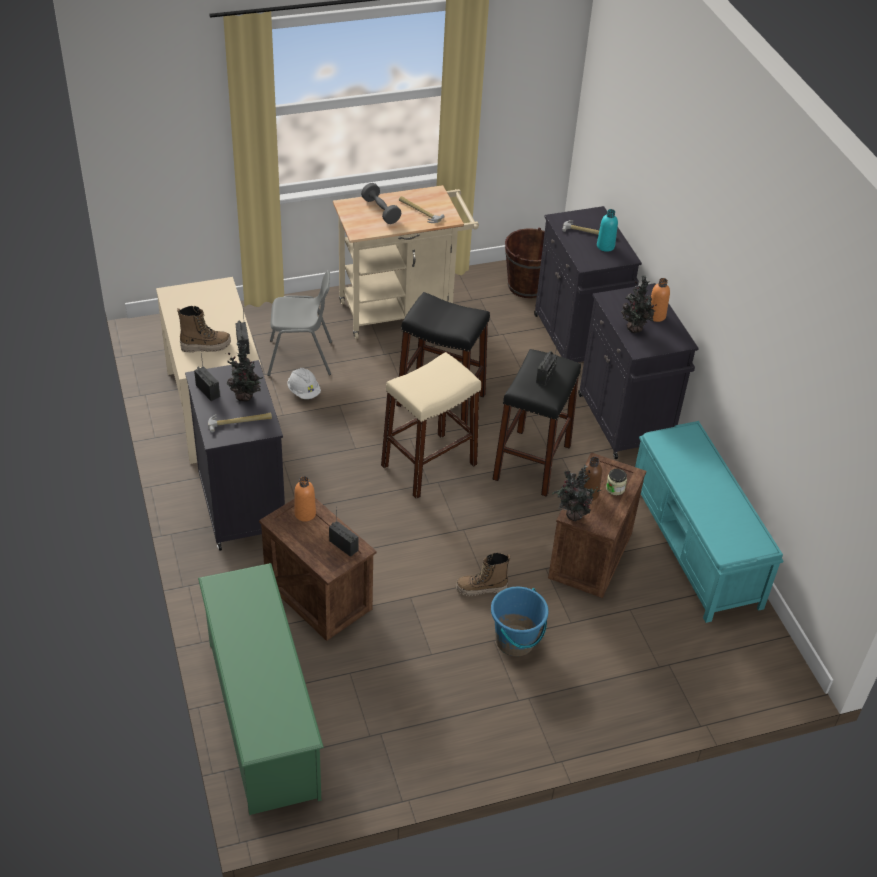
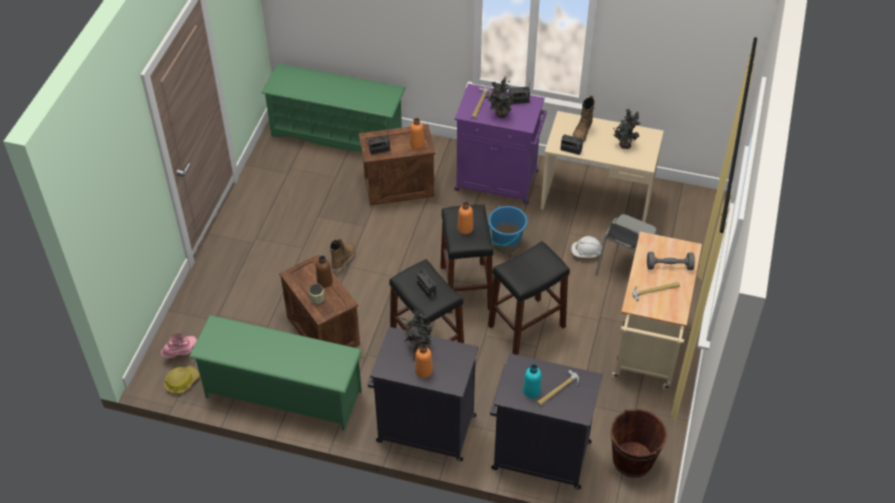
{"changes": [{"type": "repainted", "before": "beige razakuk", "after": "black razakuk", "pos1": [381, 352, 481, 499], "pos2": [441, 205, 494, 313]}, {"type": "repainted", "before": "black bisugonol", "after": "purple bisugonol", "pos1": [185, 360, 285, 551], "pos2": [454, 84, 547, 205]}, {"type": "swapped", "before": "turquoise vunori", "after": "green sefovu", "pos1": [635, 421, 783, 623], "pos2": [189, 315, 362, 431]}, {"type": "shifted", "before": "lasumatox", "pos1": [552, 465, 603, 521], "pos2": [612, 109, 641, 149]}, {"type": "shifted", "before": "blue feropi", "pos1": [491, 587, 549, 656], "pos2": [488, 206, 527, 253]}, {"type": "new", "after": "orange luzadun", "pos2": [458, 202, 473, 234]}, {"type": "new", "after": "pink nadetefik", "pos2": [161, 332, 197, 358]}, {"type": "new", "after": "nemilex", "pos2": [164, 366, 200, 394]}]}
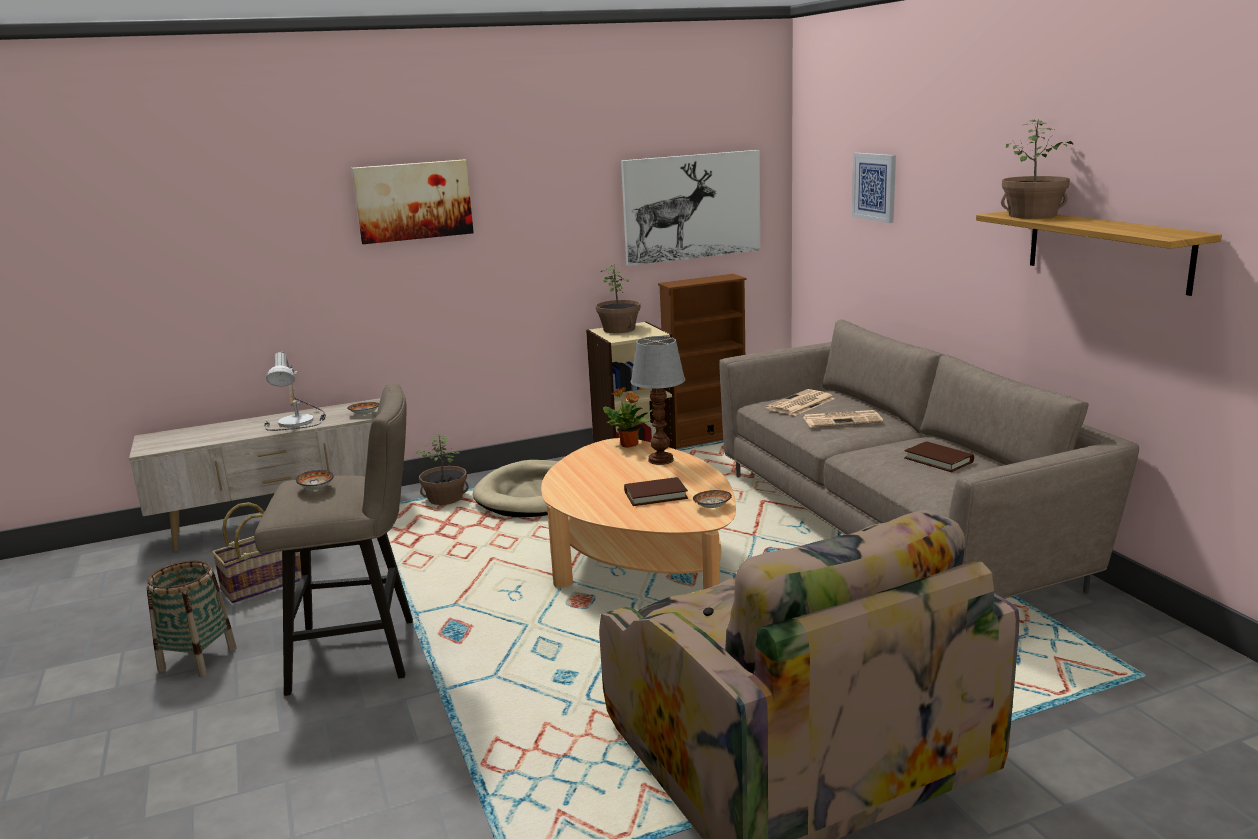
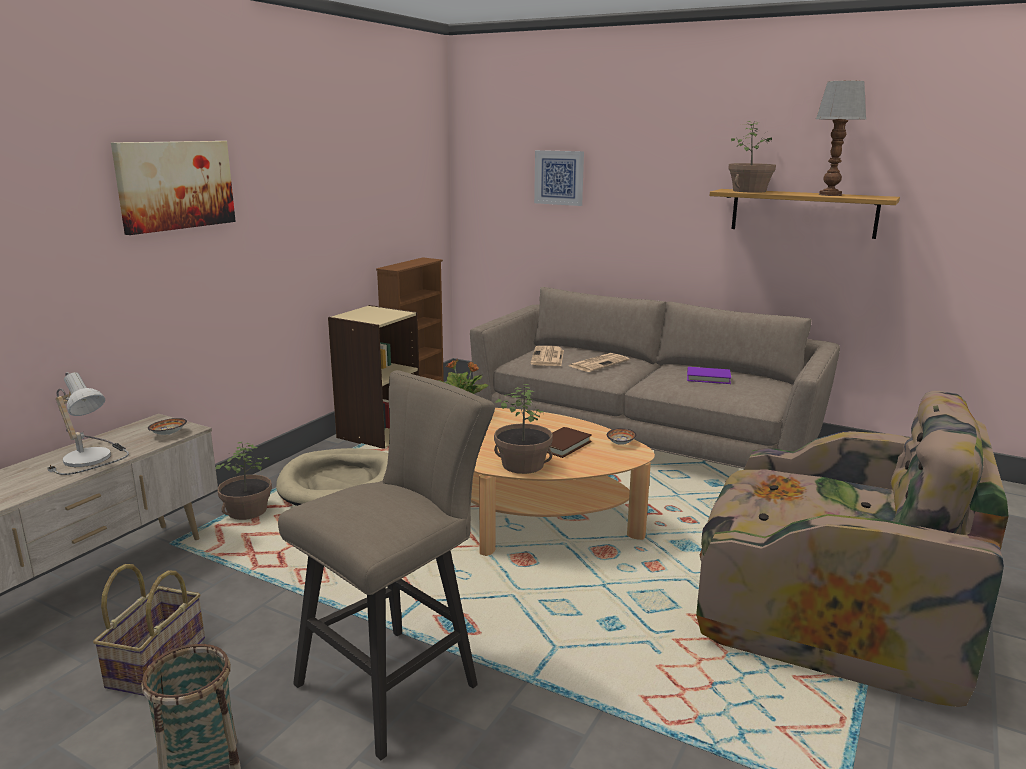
{"changes": [{"type": "gone", "before": "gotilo", "pos1": [621, 150, 760, 266]}, {"type": "shifted", "before": "lasumatox", "pos1": [596, 264, 640, 333], "pos2": [494, 384, 553, 474]}, {"type": "shifted", "before": "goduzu", "pos1": [630, 336, 685, 465], "pos2": [816, 81, 866, 196]}, {"type": "repainted", "before": "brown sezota", "after": "purple sezota", "pos1": [904, 441, 974, 472], "pos2": [687, 367, 731, 384]}, {"type": "gone", "before": "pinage", "pos1": [296, 470, 334, 490]}]}
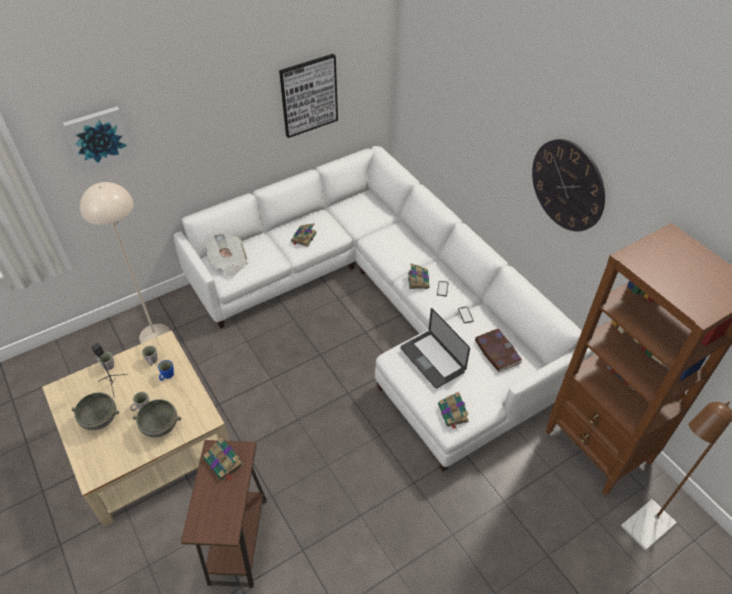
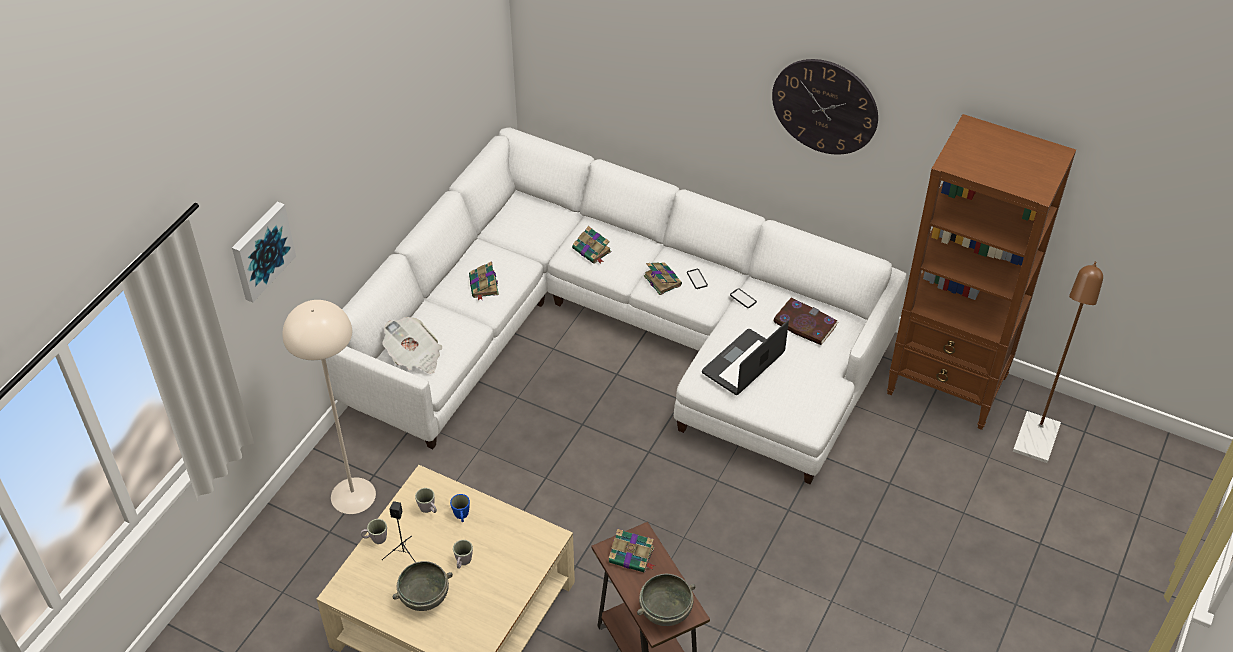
{"changes": [{"type": "gone", "before": "gotilo", "pos1": [279, 54, 338, 138]}, {"type": "rotated", "before": "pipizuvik", "pos1": [400, 308, 470, 388], "pos2": [702, 320, 789, 395], "turn": 105}, {"type": "shifted", "before": "sezota", "pos1": [438, 392, 469, 429], "pos2": [572, 226, 612, 264]}, {"type": "shifted", "before": "grey pinage", "pos1": [133, 399, 181, 437], "pos2": [637, 574, 696, 626]}]}
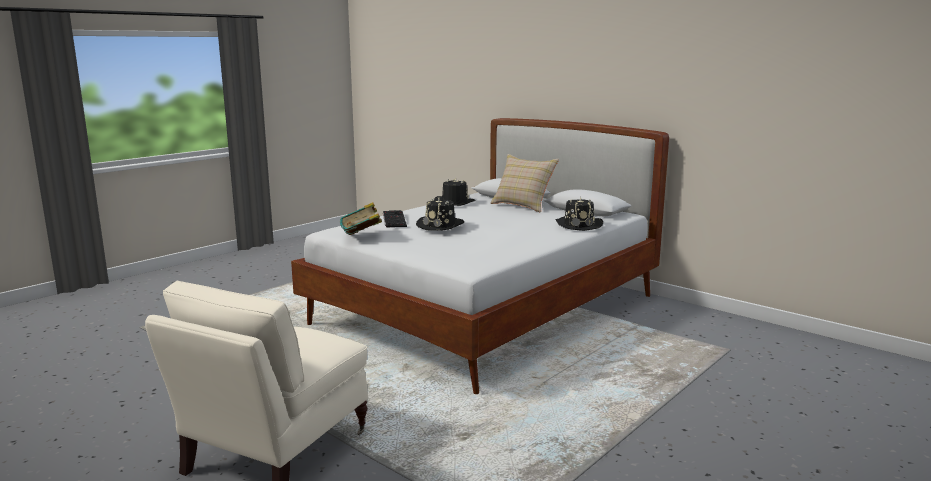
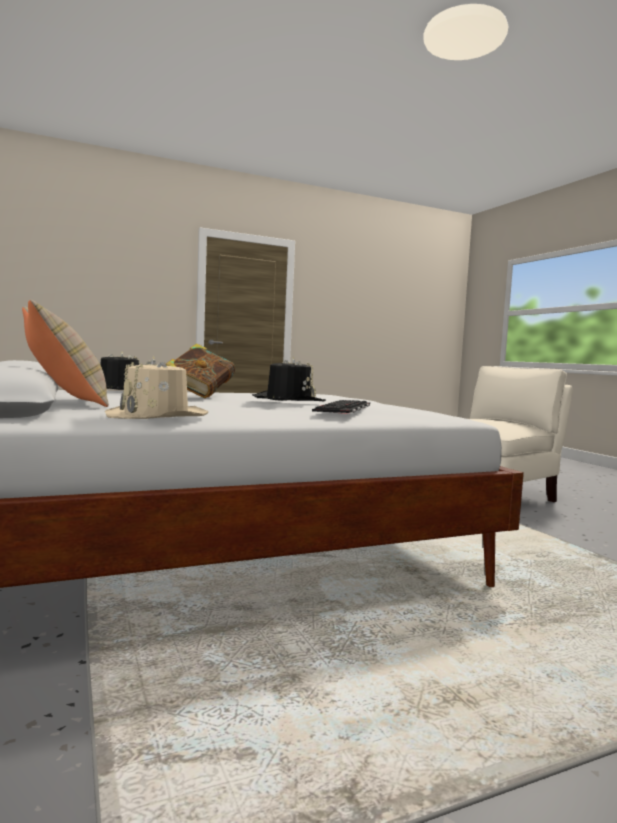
{"changes": [{"type": "repainted", "before": "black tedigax", "after": "beige tedigax", "pos1": [434, 178, 476, 206], "pos2": [105, 355, 208, 419]}, {"type": "shifted", "before": "sezota", "pos1": [340, 202, 382, 235], "pos2": [166, 343, 235, 398]}]}
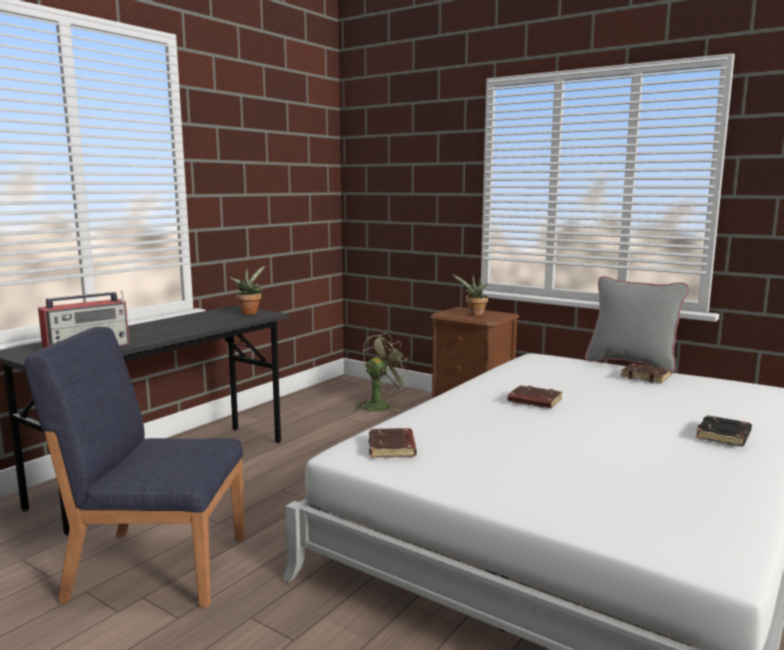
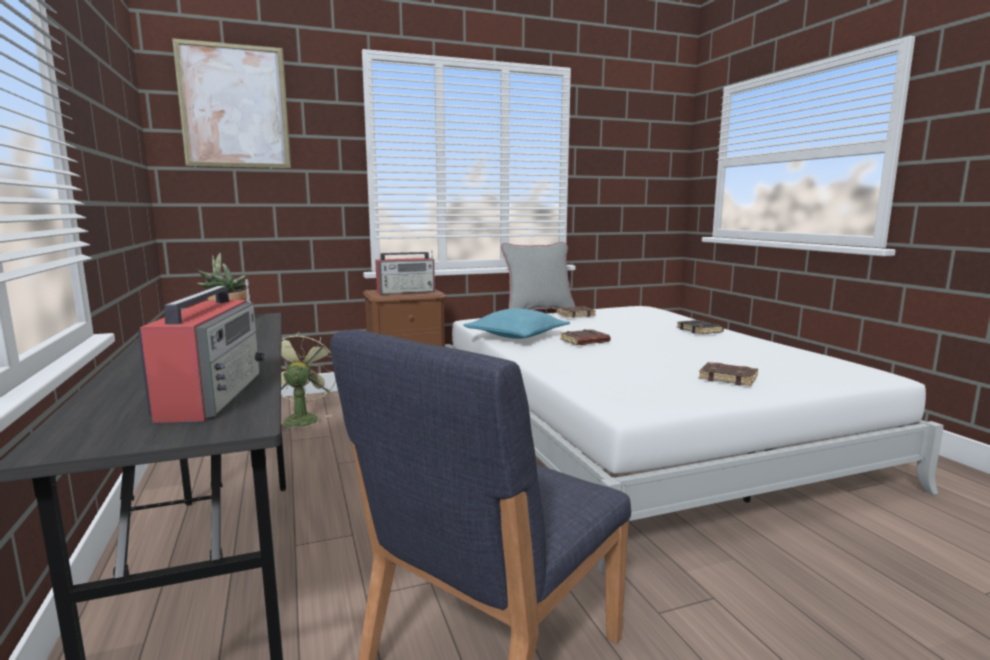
{"changes": [{"type": "swapped", "before": "lasumatox", "after": "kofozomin", "pos1": [452, 274, 488, 316], "pos2": [375, 250, 435, 295]}, {"type": "shifted", "before": "brown sezota", "pos1": [369, 428, 417, 458], "pos2": [699, 362, 758, 386]}, {"type": "new", "after": "gotilo", "pos2": [172, 38, 291, 168]}, {"type": "new", "after": "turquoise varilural", "pos2": [463, 308, 570, 339]}]}
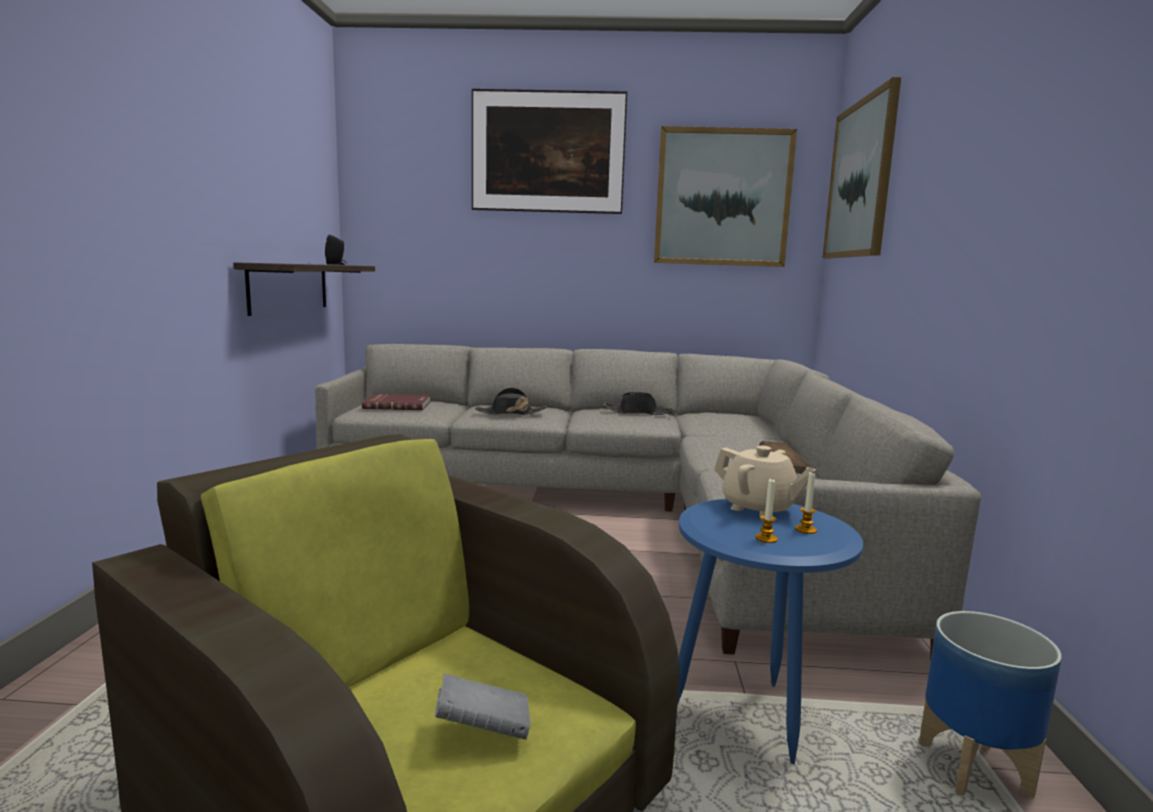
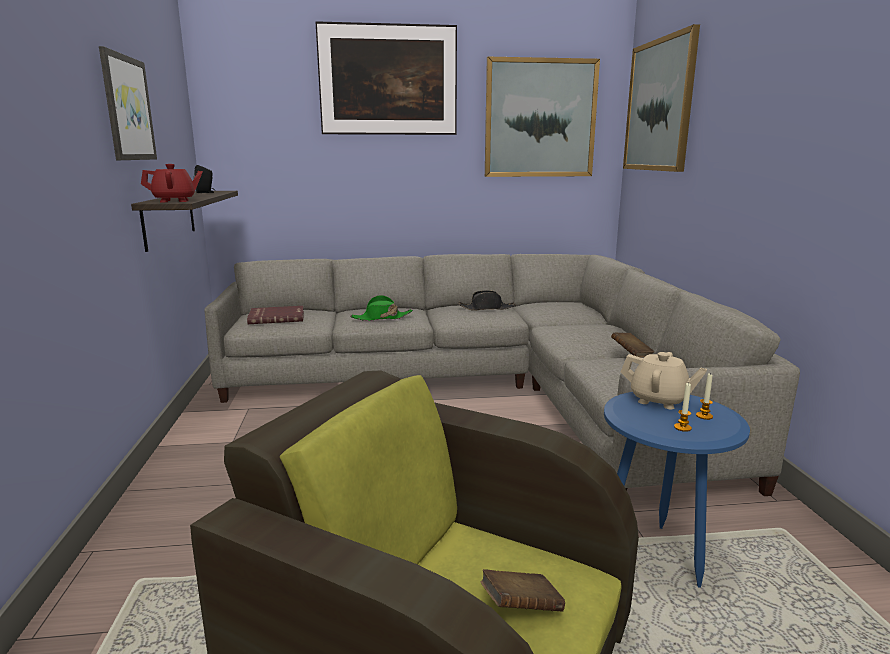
{"changes": [{"type": "repainted", "before": "black tedigax", "after": "green tedigax", "pos1": [475, 388, 547, 415], "pos2": [351, 295, 413, 321]}, {"type": "gone", "before": "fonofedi", "pos1": [919, 611, 1062, 798]}, {"type": "repainted", "before": "grey sezota", "after": "brown sezota", "pos1": [435, 674, 531, 740], "pos2": [480, 569, 565, 612]}, {"type": "new", "after": "gotilo", "pos2": [99, 46, 157, 160]}, {"type": "new", "after": "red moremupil", "pos2": [141, 164, 203, 202]}]}
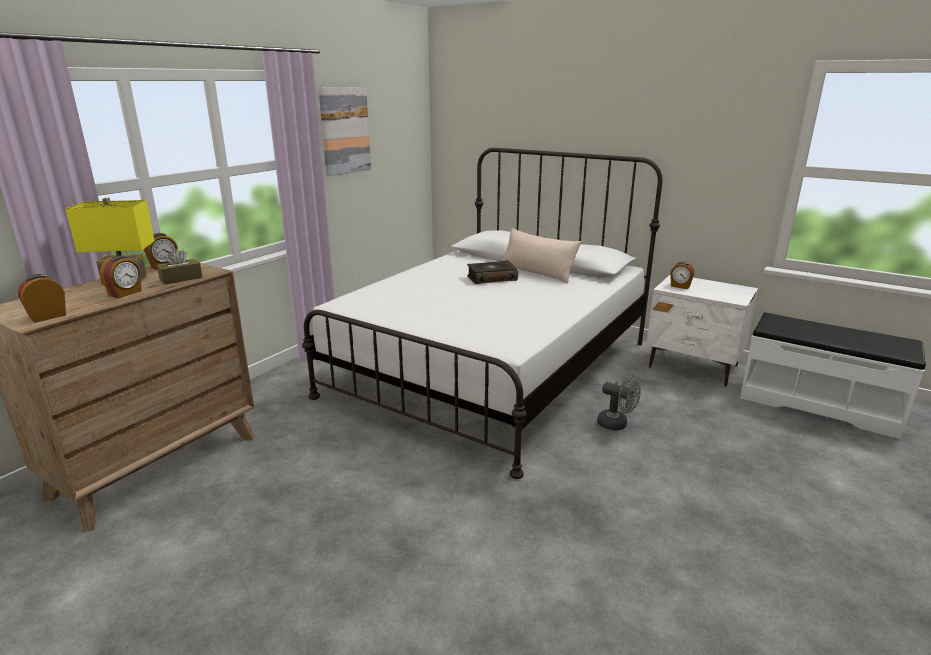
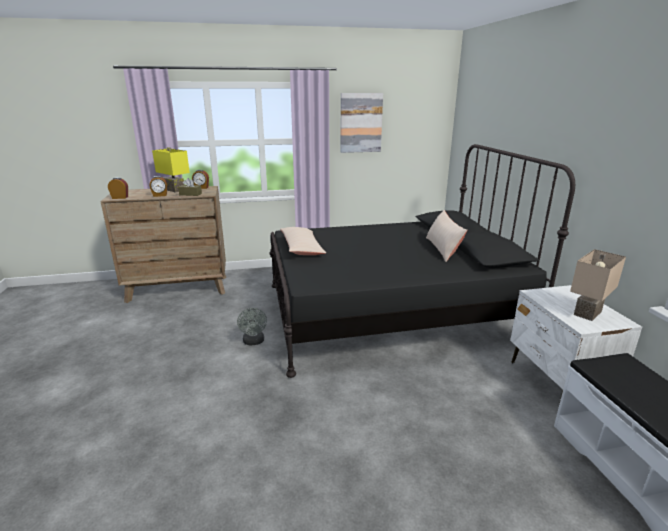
{"changes": [{"type": "repainted", "before": "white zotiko", "after": "black zotiko", "pos1": [302, 148, 663, 479], "pos2": [269, 144, 575, 378]}, {"type": "gone", "before": "sezota", "pos1": [467, 260, 518, 284]}, {"type": "gone", "before": "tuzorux", "pos1": [670, 261, 695, 289]}, {"type": "shifted", "before": "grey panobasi", "pos1": [597, 375, 641, 431], "pos2": [237, 308, 267, 345]}, {"type": "new", "after": "beige varilural", "pos2": [280, 227, 326, 255]}, {"type": "new", "after": "beige goduzu", "pos2": [570, 249, 626, 321]}]}
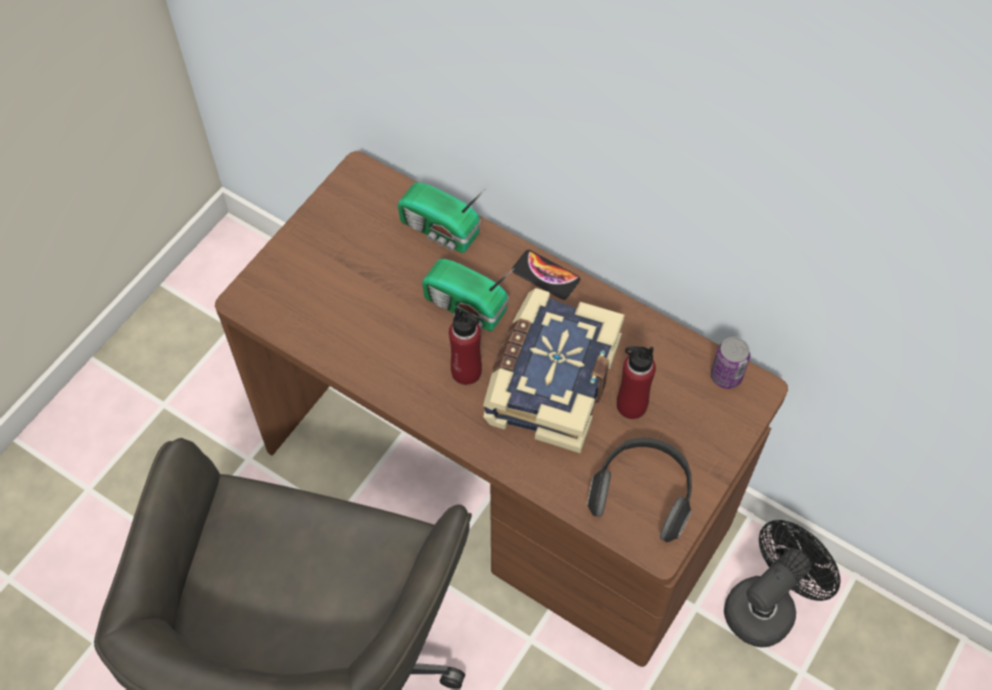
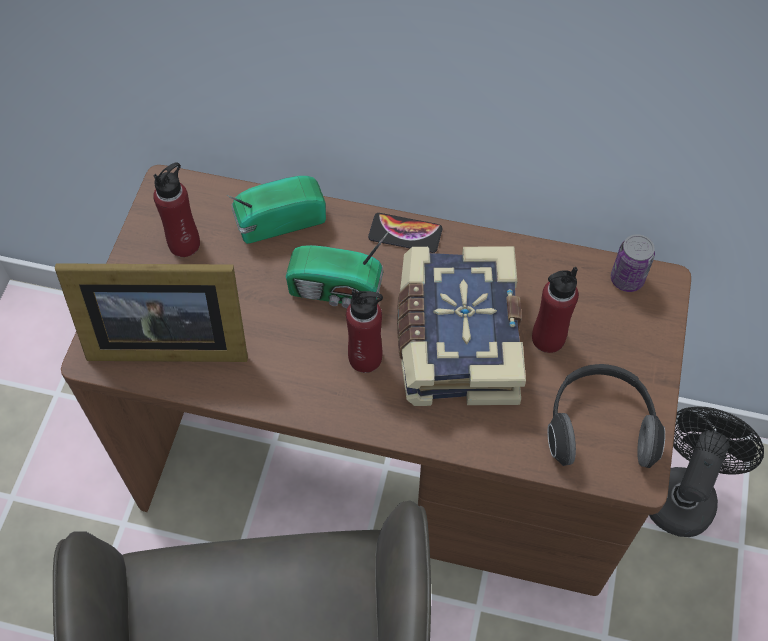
{"changes": [{"type": "rotated", "before": "kofozomin", "pos1": [398, 182, 485, 253], "pos2": [227, 176, 326, 244], "turn": 150}, {"type": "new", "after": "red luzadun", "pos2": [153, 162, 200, 257]}, {"type": "new", "after": "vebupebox", "pos2": [55, 263, 248, 362]}]}
